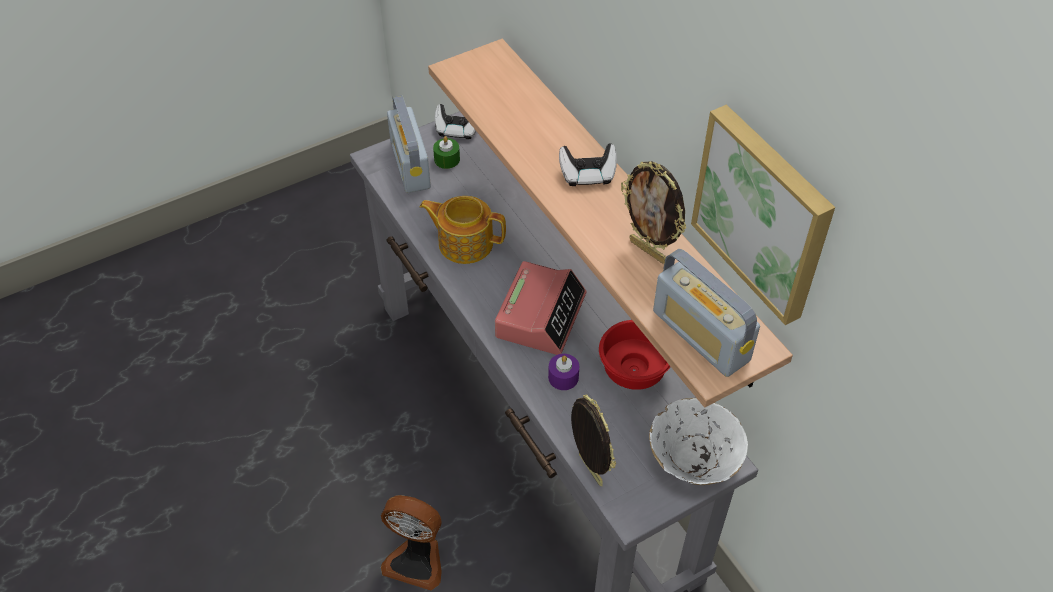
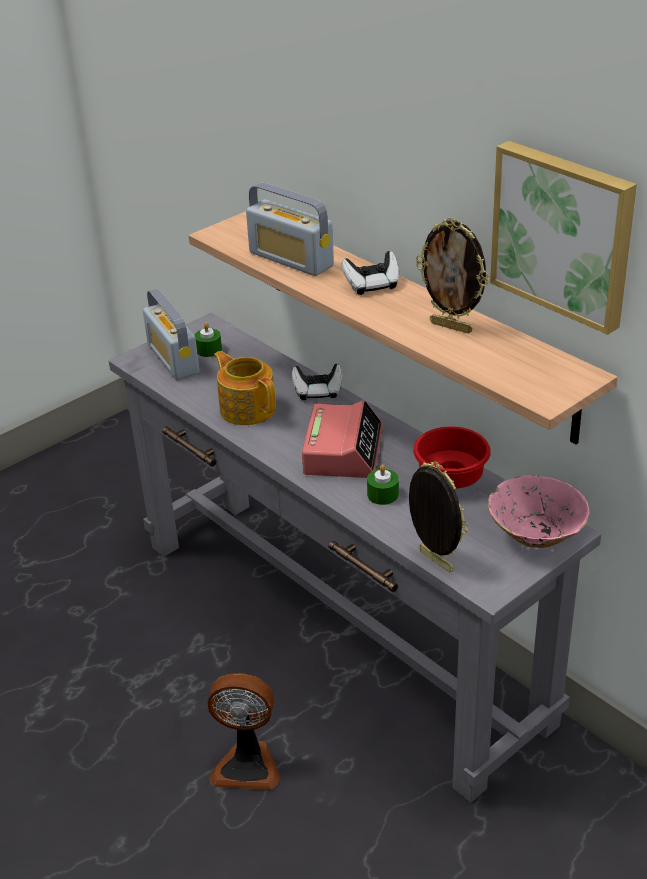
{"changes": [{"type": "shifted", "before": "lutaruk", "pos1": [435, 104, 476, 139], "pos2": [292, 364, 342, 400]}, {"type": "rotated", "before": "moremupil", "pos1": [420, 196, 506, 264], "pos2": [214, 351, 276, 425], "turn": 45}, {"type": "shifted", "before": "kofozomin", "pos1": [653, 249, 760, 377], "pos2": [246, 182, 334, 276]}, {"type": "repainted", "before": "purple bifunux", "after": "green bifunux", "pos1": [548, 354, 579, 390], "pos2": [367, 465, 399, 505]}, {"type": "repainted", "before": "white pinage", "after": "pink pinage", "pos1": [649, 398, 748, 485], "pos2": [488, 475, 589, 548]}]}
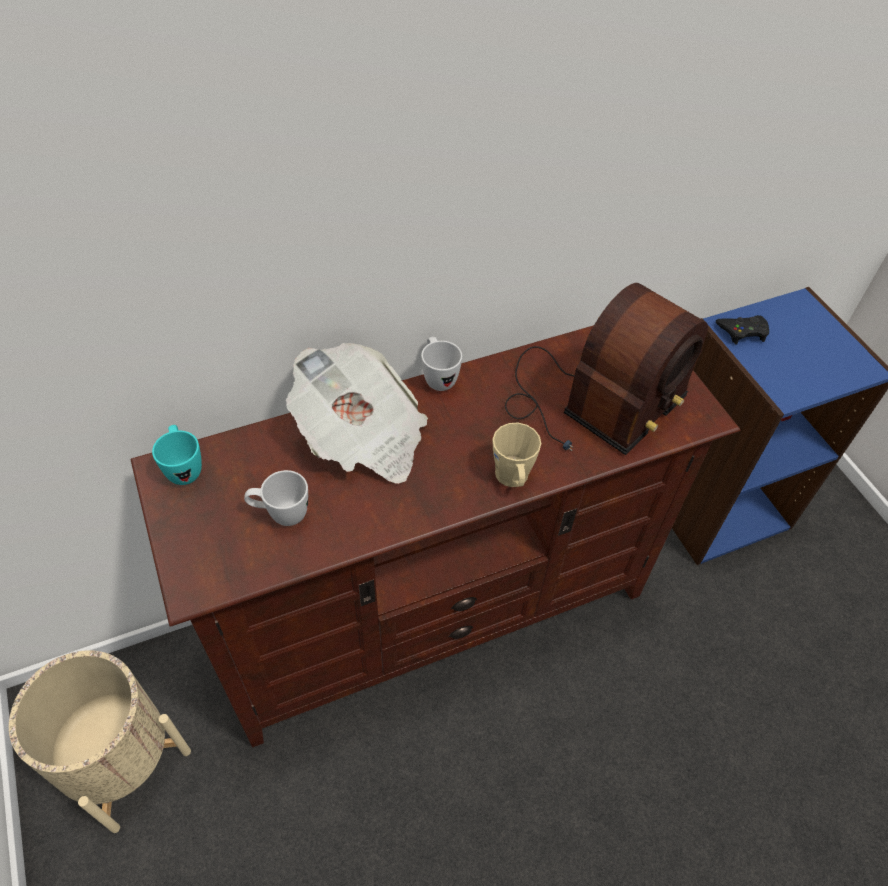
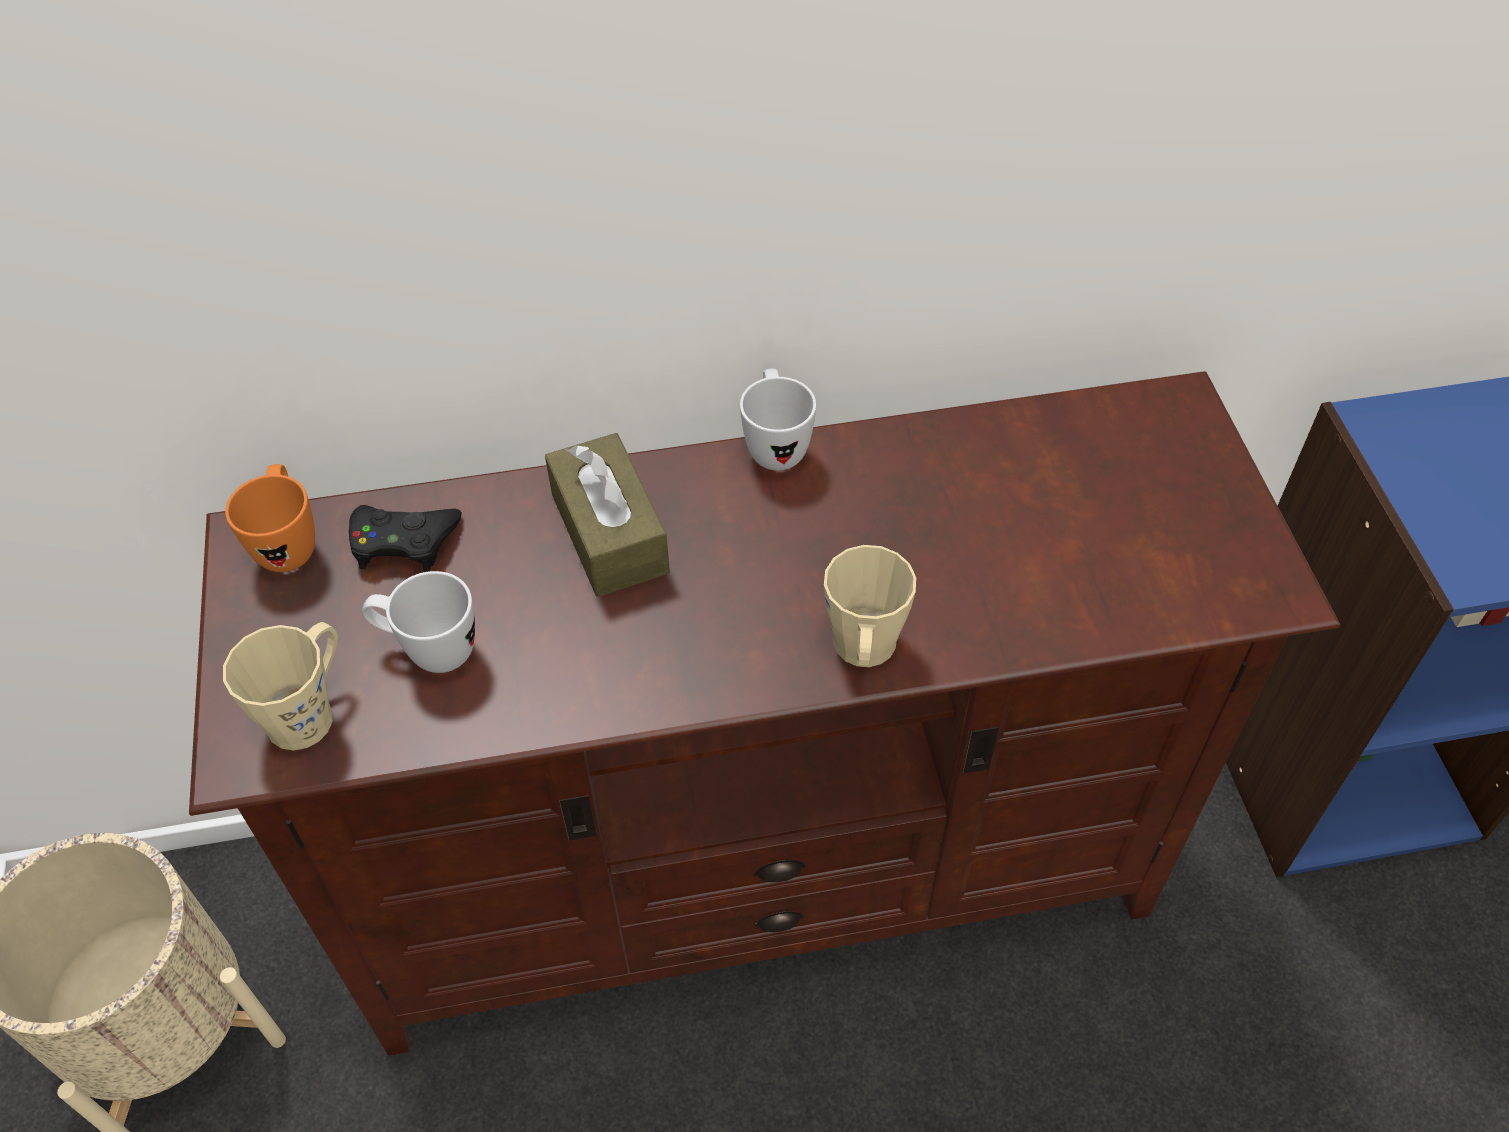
{"changes": [{"type": "gone", "before": "kofozomin", "pos1": [505, 283, 708, 455]}, {"type": "shifted", "before": "black lutaruk", "pos1": [716, 315, 769, 345], "pos2": [349, 505, 462, 572]}, {"type": "swapped", "before": "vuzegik", "after": "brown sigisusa", "pos1": [286, 343, 428, 484], "pos2": [545, 433, 670, 597]}, {"type": "repainted", "before": "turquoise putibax", "after": "orange putibax", "pos1": [152, 425, 202, 485], "pos2": [225, 464, 315, 572]}, {"type": "new", "after": "beige putibax", "pos2": [223, 622, 338, 751]}]}
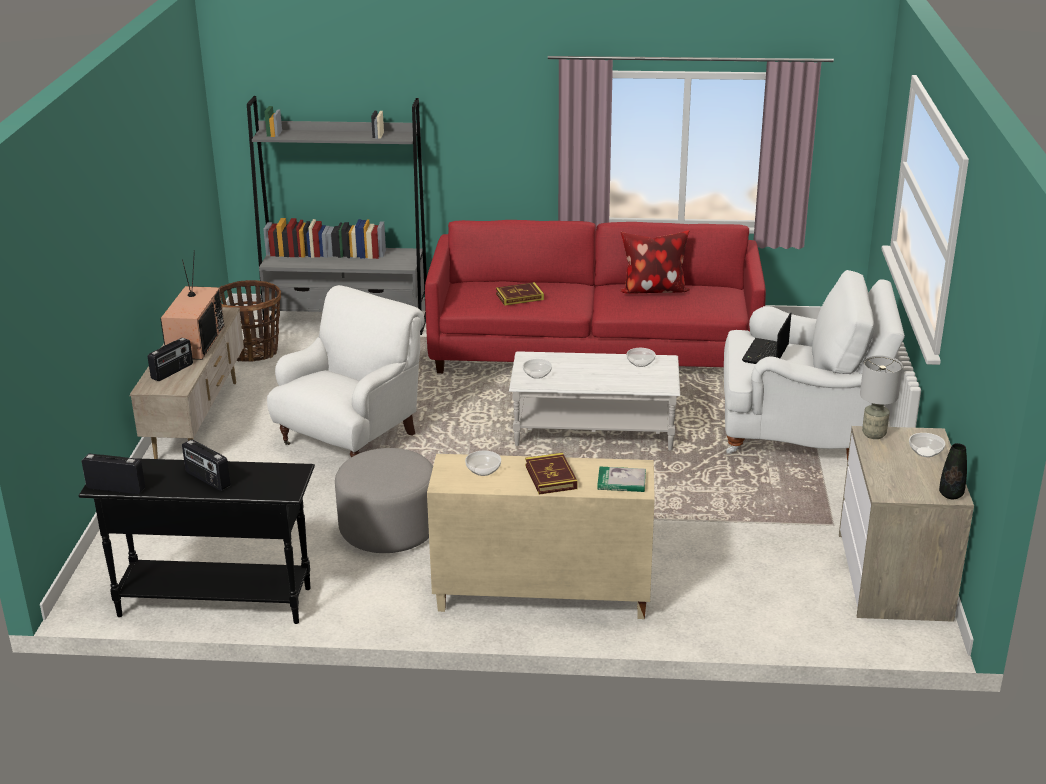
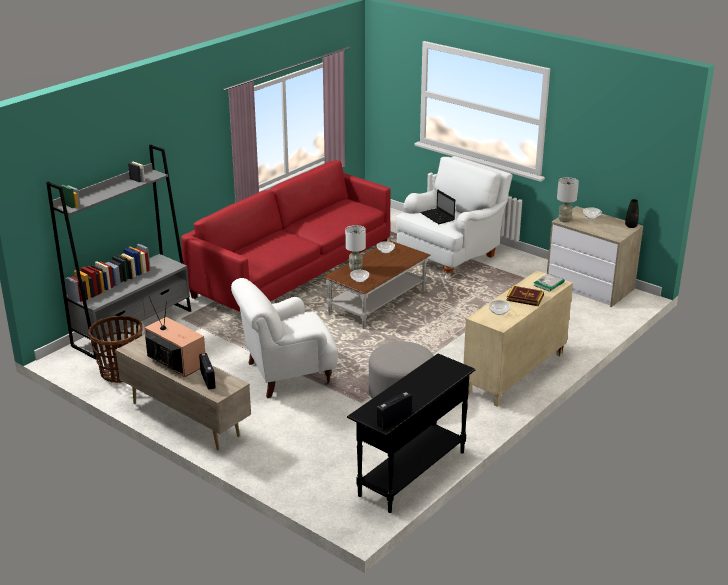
{"changes": [{"type": "gone", "before": "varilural", "pos1": [619, 230, 690, 294]}, {"type": "gone", "before": "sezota", "pos1": [496, 282, 544, 306]}, {"type": "rotated", "before": "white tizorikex", "pos1": [267, 285, 425, 457], "pos2": [231, 278, 338, 398], "turn": -90}, {"type": "repainted", "before": "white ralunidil", "after": "brown ralunidil", "pos1": [509, 351, 680, 450], "pos2": [323, 241, 431, 329]}, {"type": "gone", "before": "kofozomin", "pos1": [182, 439, 231, 491]}, {"type": "new", "after": "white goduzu", "pos2": [345, 225, 366, 271]}]}
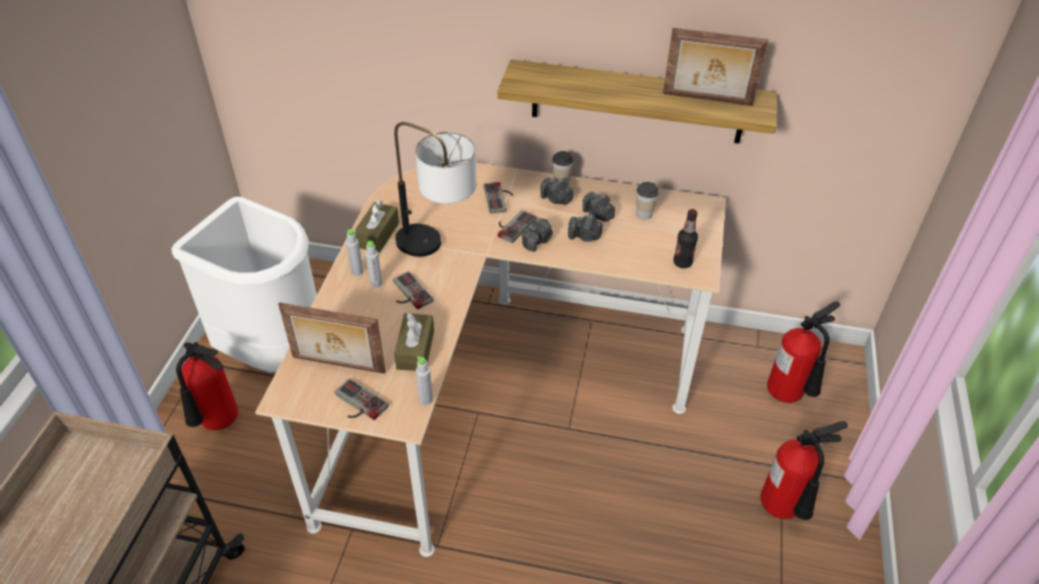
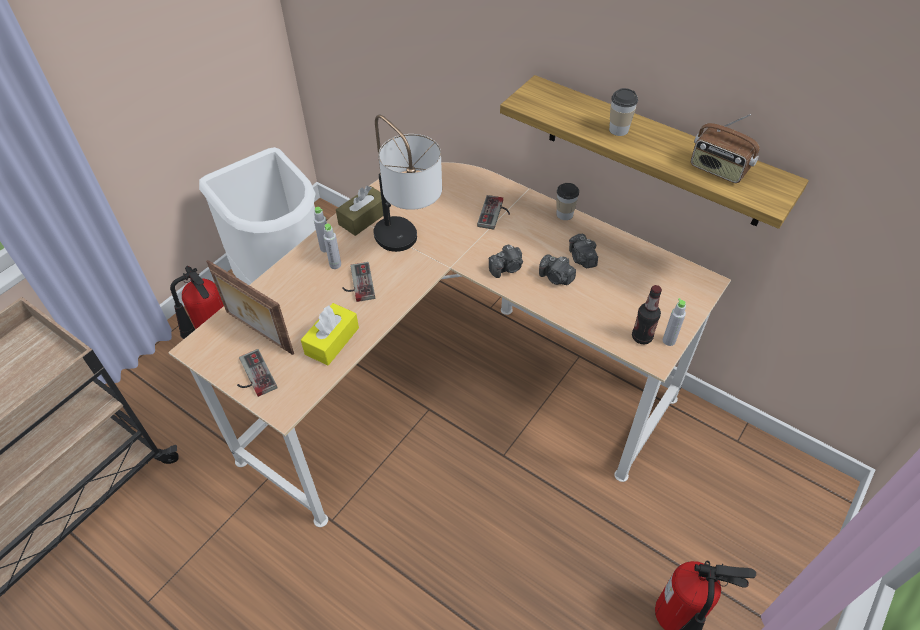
{"changes": [{"type": "swapped", "before": "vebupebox", "after": "kofozomin", "pos1": [663, 28, 768, 106], "pos2": [691, 114, 760, 183]}, {"type": "gone", "before": "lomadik", "pos1": [540, 178, 573, 205]}, {"type": "shifted", "before": "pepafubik", "pos1": [636, 182, 659, 220], "pos2": [609, 88, 638, 136]}, {"type": "gone", "before": "lutaruk", "pos1": [498, 210, 536, 243]}, {"type": "gone", "before": "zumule", "pos1": [767, 301, 840, 403]}, {"type": "repainted", "before": "brown sigisusa", "after": "yellow sigisusa", "pos1": [394, 313, 434, 371], "pos2": [301, 303, 359, 365]}, {"type": "shifted", "before": "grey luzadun", "pos1": [416, 356, 433, 405], "pos2": [663, 298, 686, 346]}]}
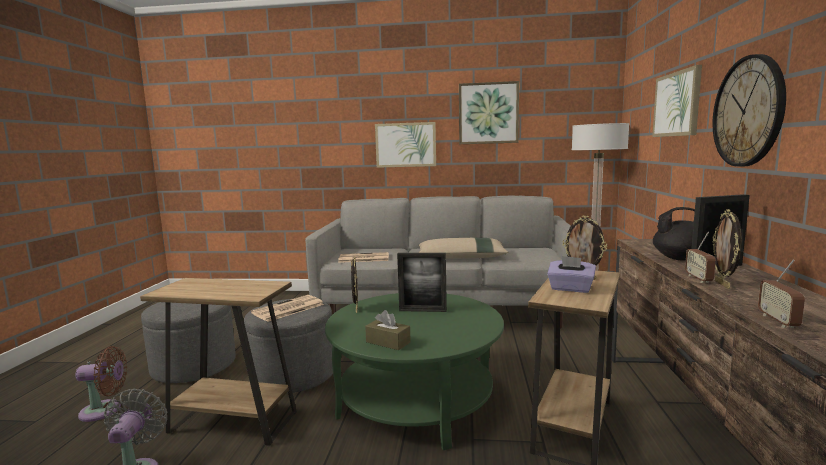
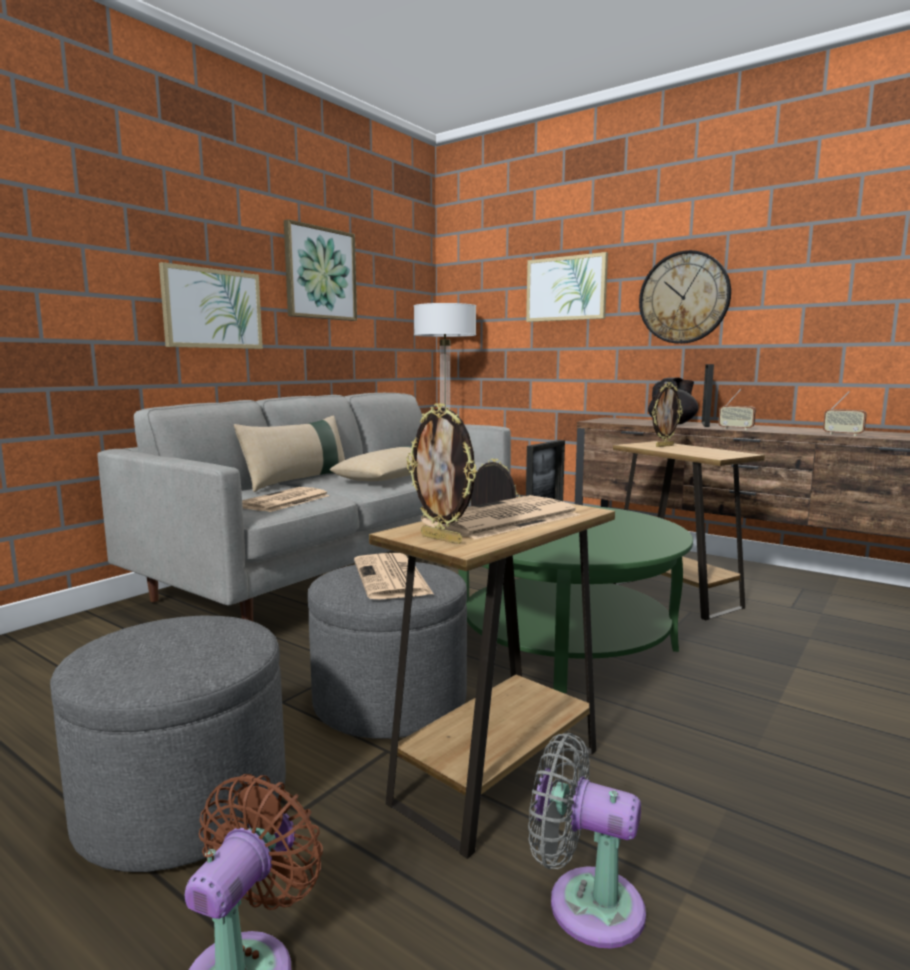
{"changes": [{"type": "shifted", "before": "vebupebox", "pos1": [713, 209, 742, 289], "pos2": [406, 403, 477, 544]}, {"type": "gone", "before": "purple sigisusa", "pos1": [547, 256, 596, 293]}, {"type": "gone", "before": "brown sigisusa", "pos1": [365, 310, 411, 350]}, {"type": "new", "after": "beige varilural", "pos2": [233, 415, 345, 492]}, {"type": "new", "after": "vuzegik", "pos2": [421, 495, 580, 539]}]}
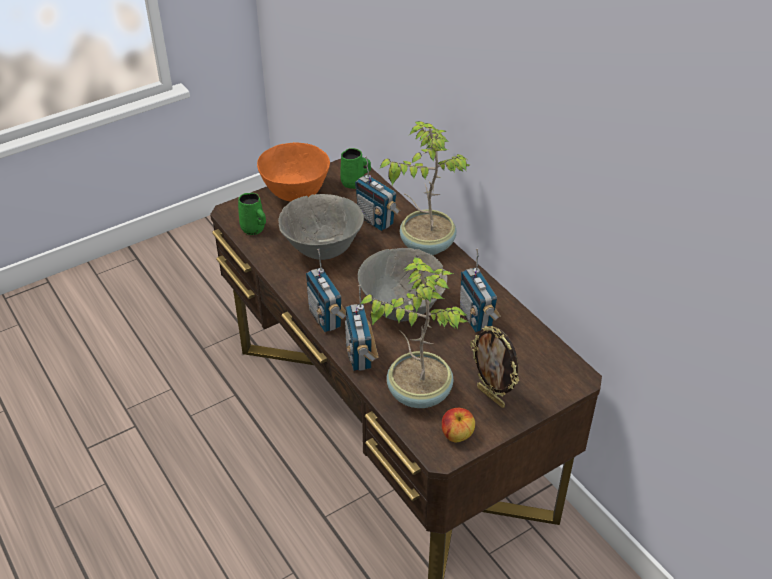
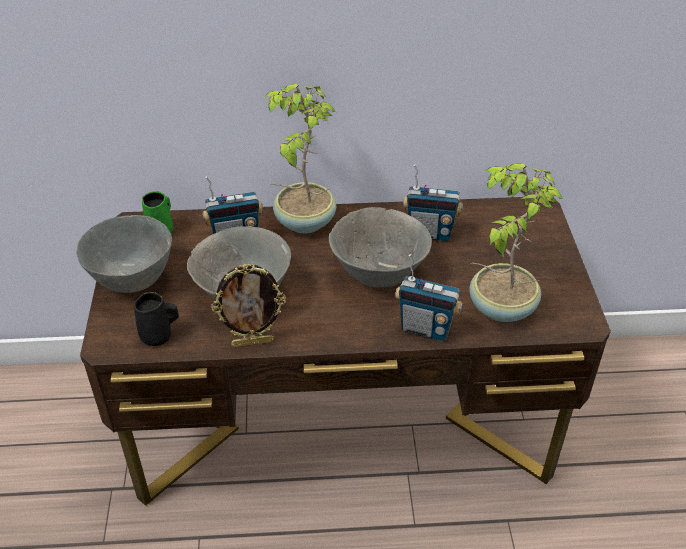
{"changes": [{"type": "repainted", "before": "orange pinage", "after": "grey pinage", "pos1": [257, 142, 330, 202], "pos2": [76, 215, 172, 293]}, {"type": "repainted", "before": "green putibax", "after": "black putibax", "pos1": [238, 193, 266, 235], "pos2": [134, 292, 179, 346]}, {"type": "gone", "before": "kofozomin", "pos1": [306, 249, 346, 332]}, {"type": "shifted", "before": "vebupebox", "pos1": [470, 326, 519, 408], "pos2": [211, 264, 286, 347]}, {"type": "gone", "before": "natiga", "pos1": [442, 408, 475, 443]}]}
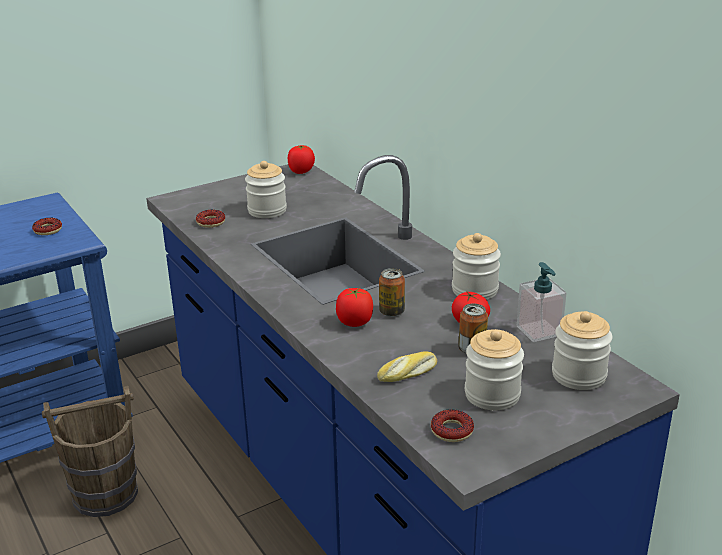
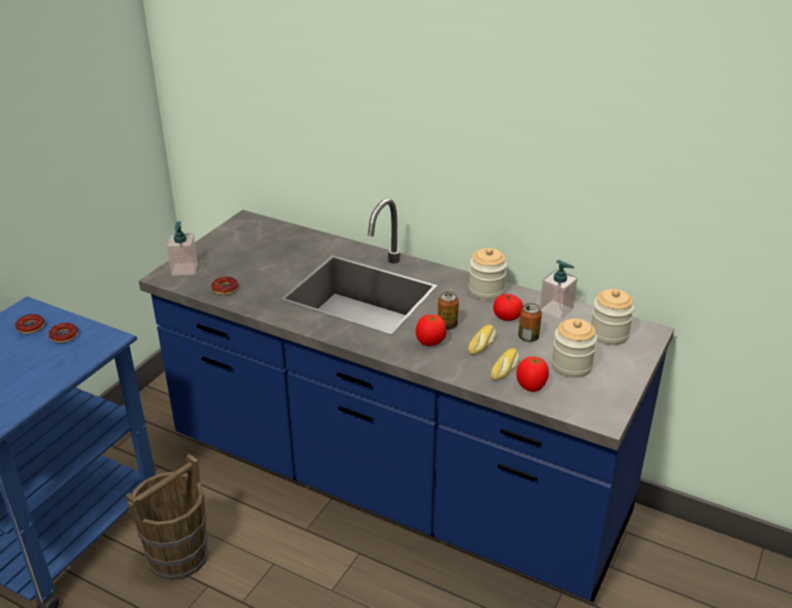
{"changes": [{"type": "shifted", "before": "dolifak", "pos1": [288, 145, 315, 174], "pos2": [516, 356, 549, 392]}, {"type": "gone", "before": "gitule", "pos1": [245, 161, 287, 218]}, {"type": "shifted", "before": "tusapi", "pos1": [431, 409, 474, 442], "pos2": [15, 314, 44, 334]}, {"type": "new", "after": "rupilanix", "pos2": [167, 221, 198, 276]}, {"type": "new", "after": "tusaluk", "pos2": [468, 325, 496, 355]}]}
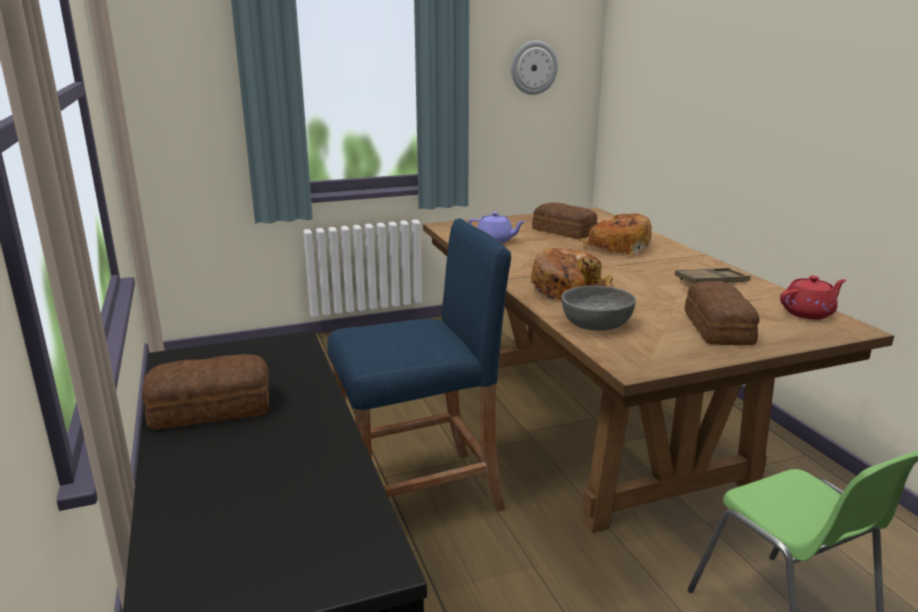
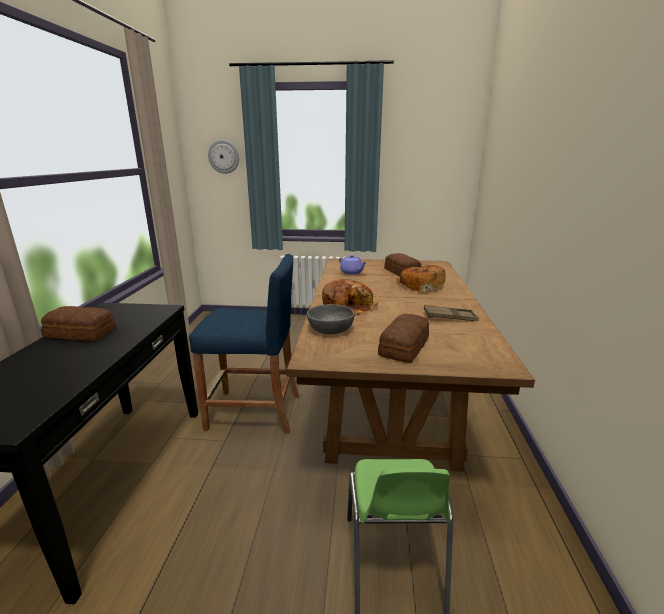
{"changes": [{"type": "shifted", "before": "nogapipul", "pos1": [511, 41, 558, 95], "pos2": [208, 139, 239, 174]}, {"type": "gone", "before": "red moremupil", "pos1": [780, 276, 846, 319]}]}
